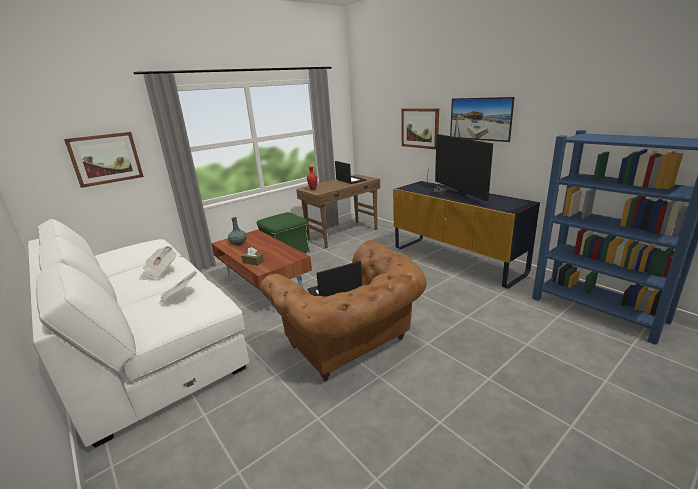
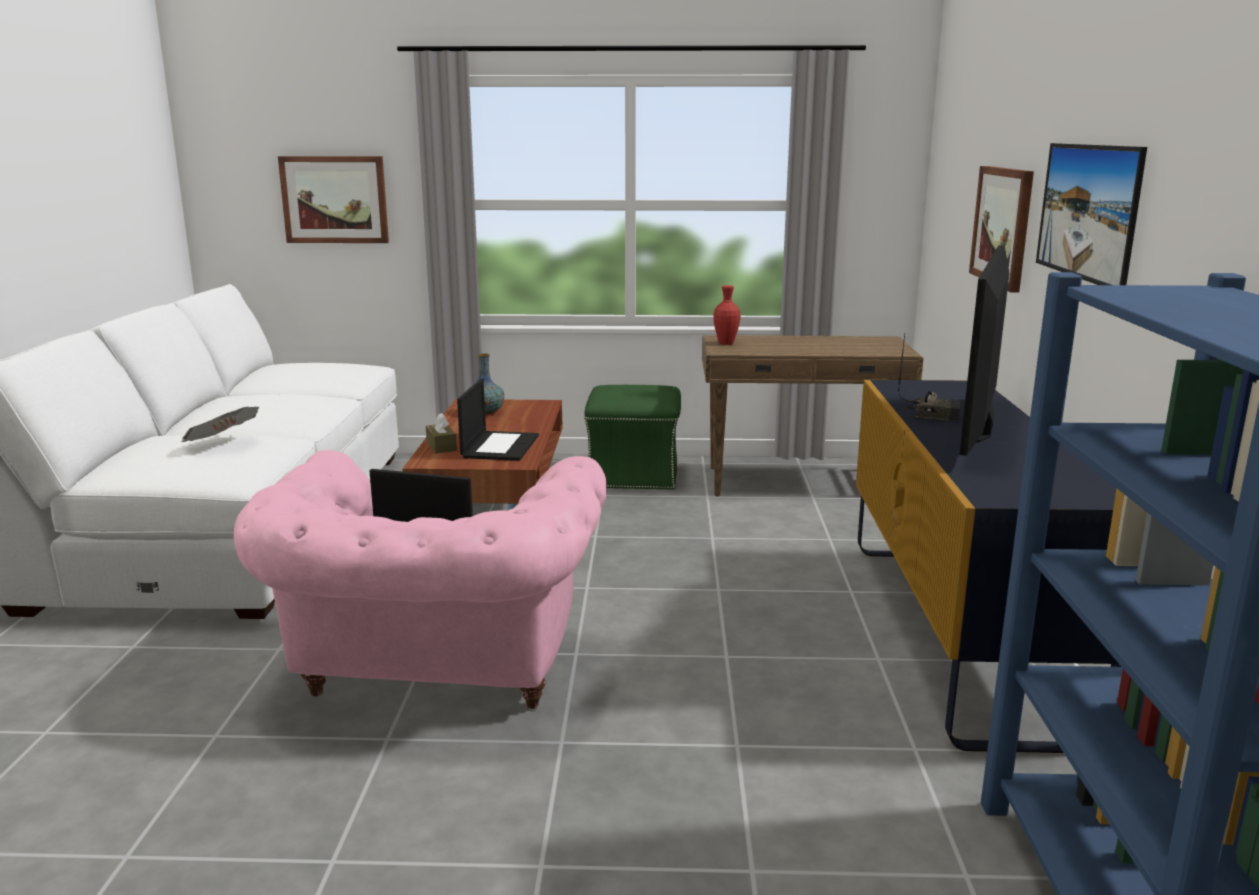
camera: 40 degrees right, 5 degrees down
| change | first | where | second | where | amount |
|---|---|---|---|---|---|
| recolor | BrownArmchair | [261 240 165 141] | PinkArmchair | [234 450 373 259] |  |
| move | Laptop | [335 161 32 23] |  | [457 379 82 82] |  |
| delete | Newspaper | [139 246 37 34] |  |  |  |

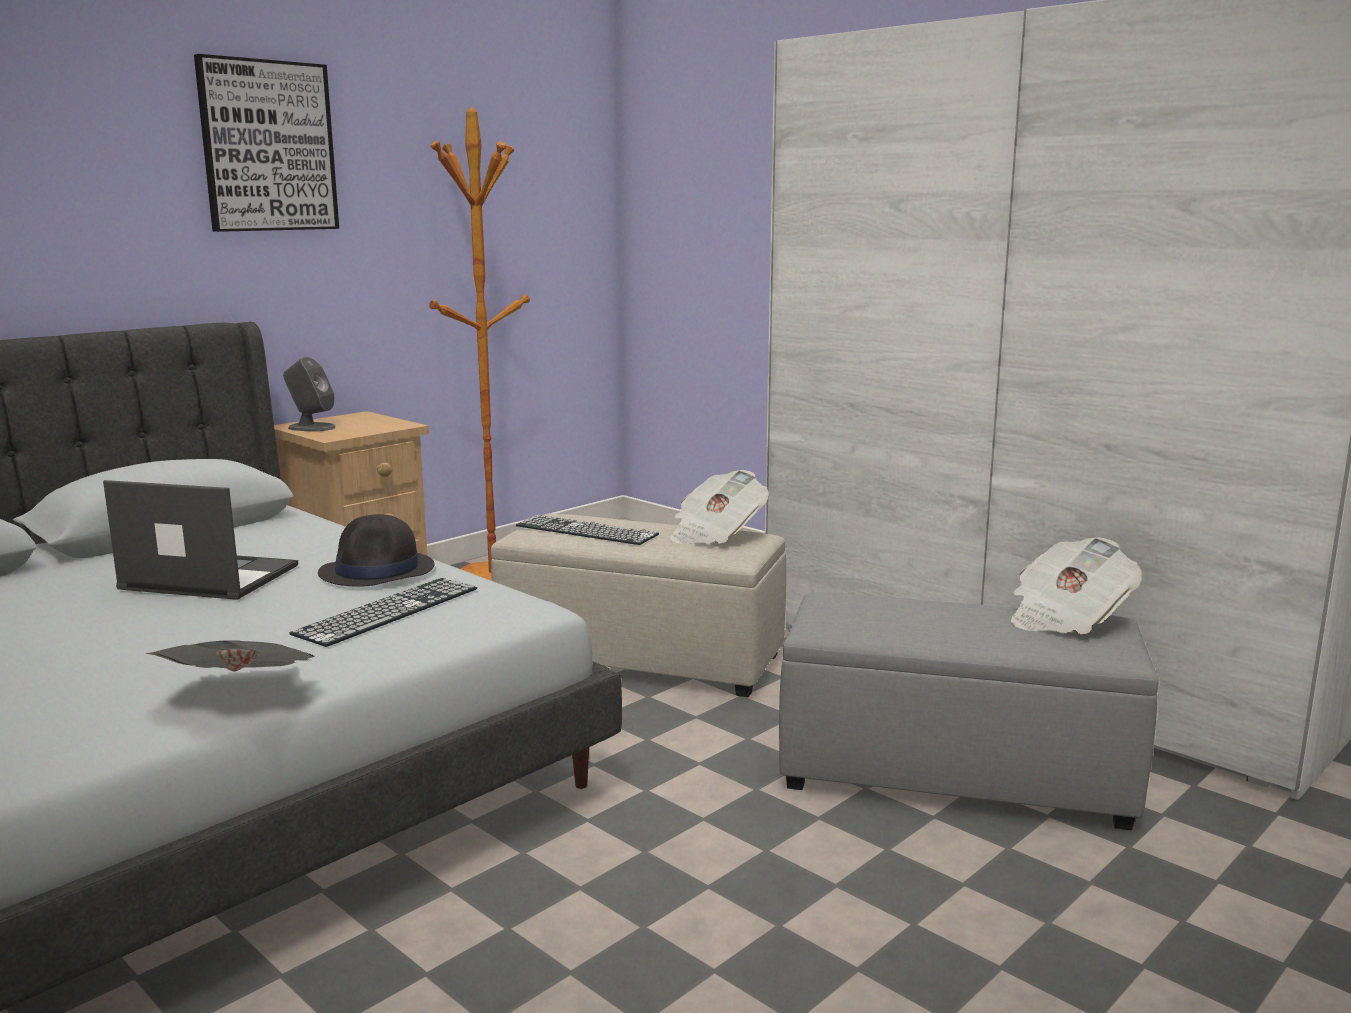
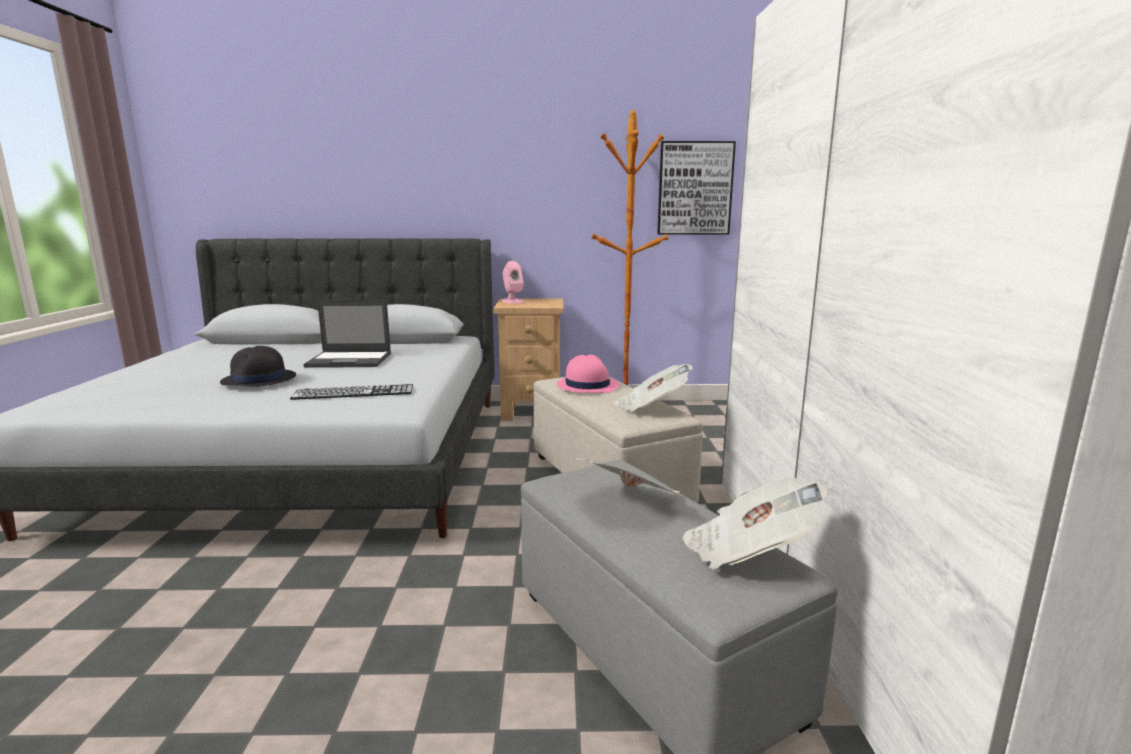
camera: 45 degrees right, 0 degrees up
| change | first | where | second | where | amount |
|---|---|---|---|---|---|
| move | BlackHat | [318 514 116 73] |  | [220 346 76 41] |  |
| rotate | Laptop | [103 480 195 120] |  | [303 300 88 68] | 120 degrees clockwise |
| recolor | GreySpeaker | [283 357 53 74] | PinkSpeaker | [502 261 22 43] |  |
| replace | Keyboard | [516 515 143 30] | PinkHat | [557 355 62 38] |  |
| move | Newspaper | [144 640 170 32] |  | [575 458 105 37] |  |
| move | Picture | [194 54 145 178] |  | [657 141 79 94] |  |

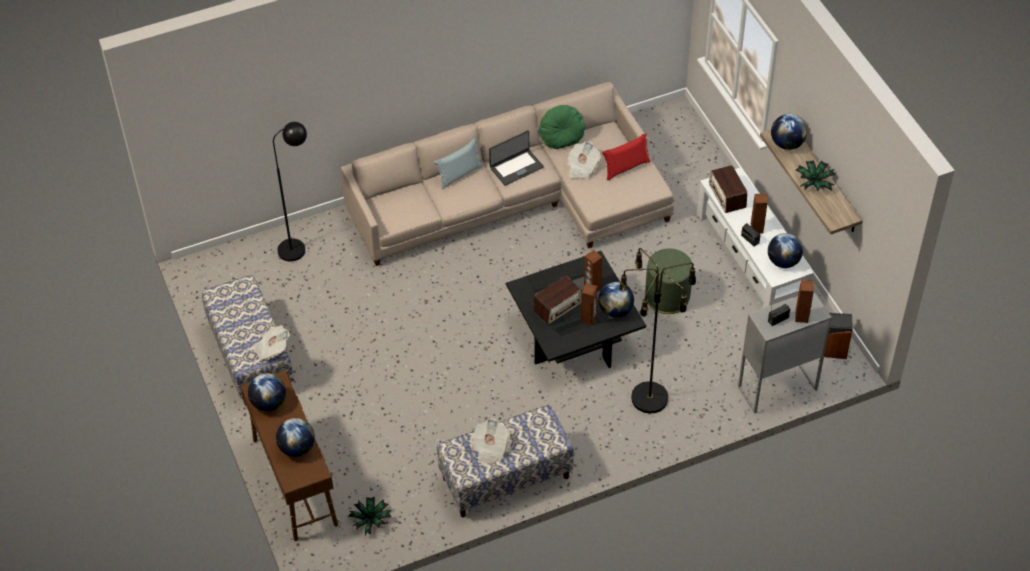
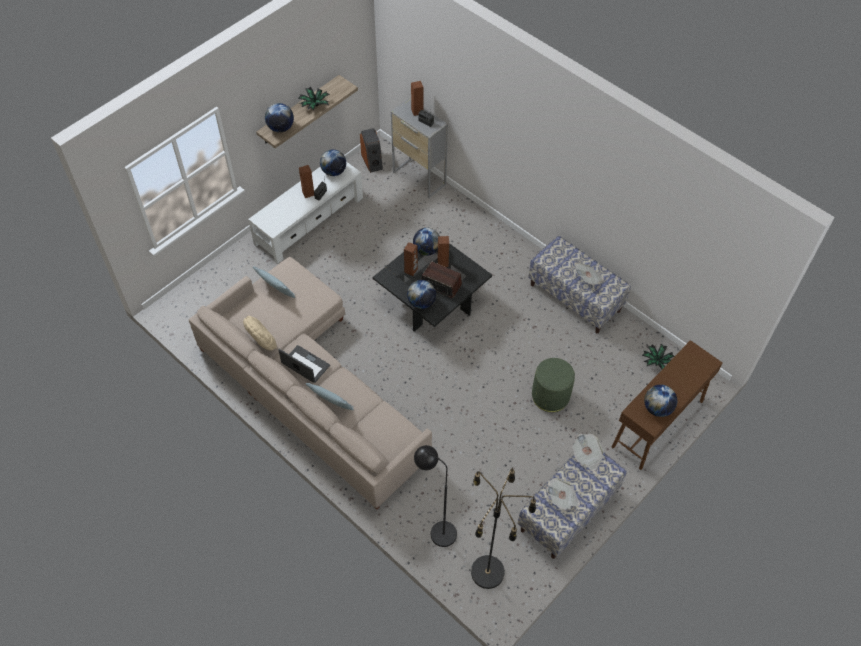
camera: 115 degrees left, 5 degrees up
| change | first | where | second | where | amount |
|---|---|---|---|---|---|
| recolor | GreenPillow | [539 105 47 44] | BeigePillow | [243 316 34 35] |  |
| recolor | RedPillow | [602 133 48 47] | BluePillow | [253 266 42 32] |  |
| move | Globe | [276 418 39 39] |  | [407 280 29 29] |  |
| move | FloorLamp | [619 248 77 166] |  | [471 468 65 121] |  |
| move | GreenOttoman | [645 248 47 66] |  | [532 358 43 54] |  |
| move | Newspaper | [567 141 34 37] |  | [546 478 34 33] |  |
| delete | Radio | [709 165 38 48] |  |  |  |

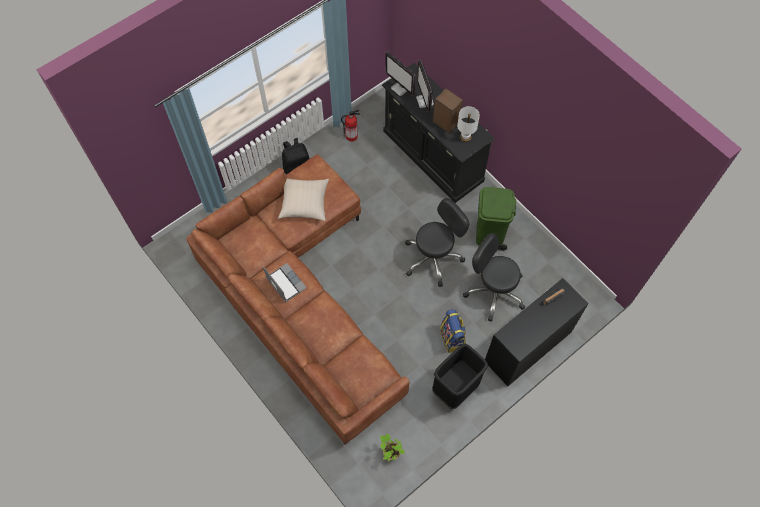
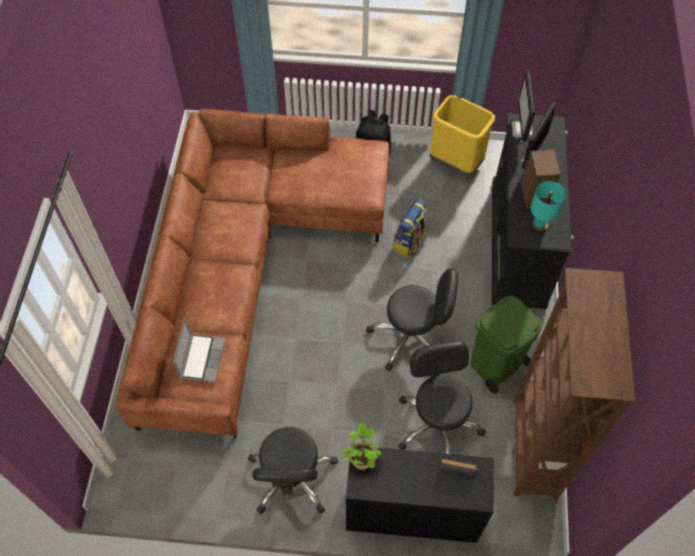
camera: 45 degrees right, 5 degrees down
| change | first | where | second | where | amount |
|---|---|---|---|---|---|
| move | Laptop | [263 263 44 40] |  | [173 318 52 64] |  |
| replace | BlackTrashCan | [432 344 56 66] | BlackOfficeChair | [248 427 90 87] |  |
| move | PottedPlant | [380 433 25 28] |  | [342 422 39 48] |  |
| move | Backpack | [440 309 26 44] |  | [393 199 35 59] |  |
| replace | FireExtinguisher | [341 110 19 31] | YellowTrashCan | [429 95 66 82] |  |
| insert |  |  | BrownBookcase | [513 268 122 232] |  |
| recolor | WhiteTableLamp | [457 106 23 36] | TurquoiseTableLamp | [531 181 35 51] |  |
| delete | BeigePillow | [278 178 51 43] |  |  |  |

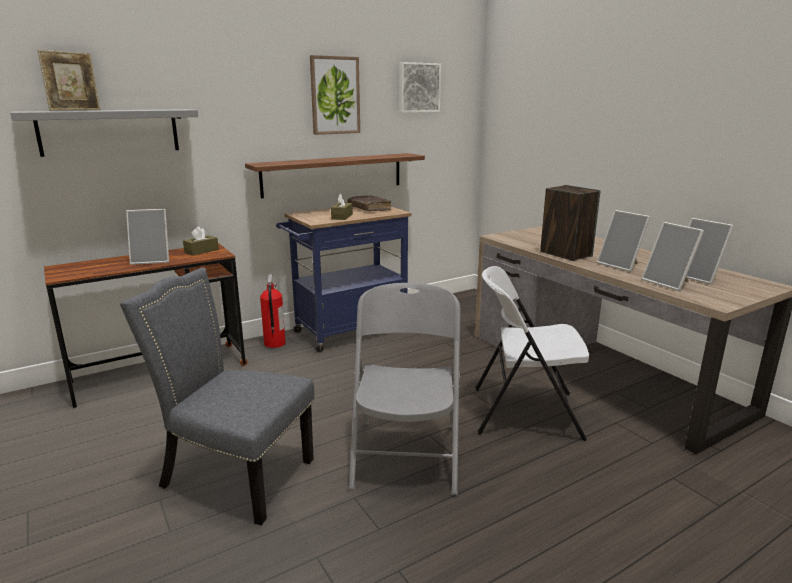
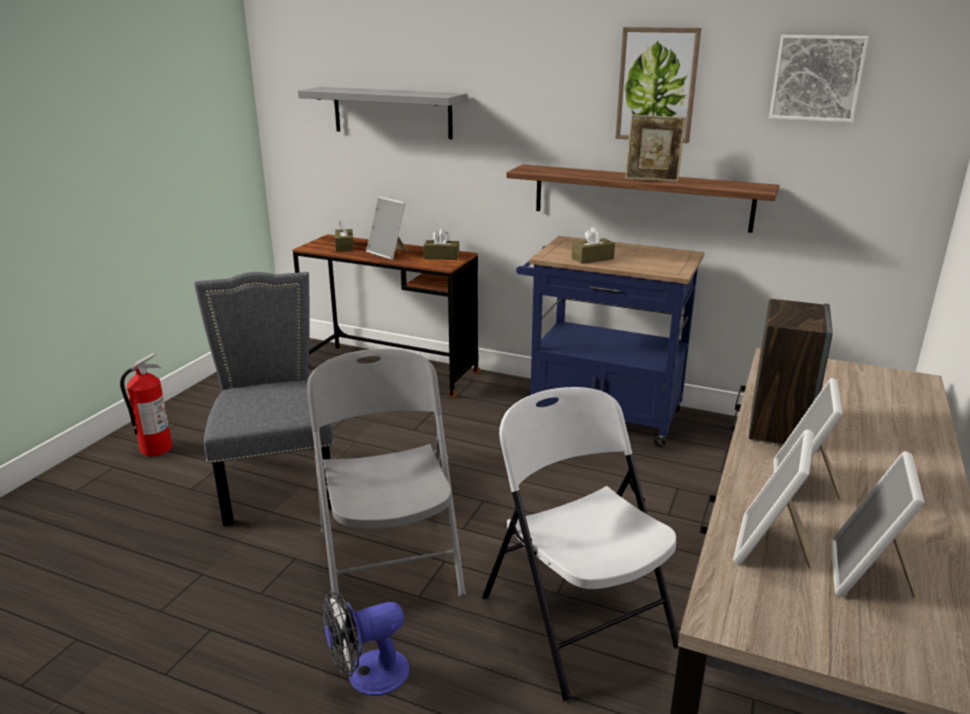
camera: 55 degrees right, 5 degrees up
| change | first | where | second | where | amount |
|---|---|---|---|---|---|
| move | FireExtinguisher | [260 274 26 74] |  | [120 353 52 103] |  |
| rotate | GreyChair | [349 283 111 212] |  | [307 349 159 257] | 75 degrees counterclockwise |
| insert |  |  | Fan | [323 591 87 105] |  |
| insert |  |  | BrownTissueBox | [335 220 18 32] |  |
| move | PictureFrame | [38 50 62 60] |  | [625 115 61 67] |  |
| delete | BrownBook | [347 195 44 16] |  |  |  |

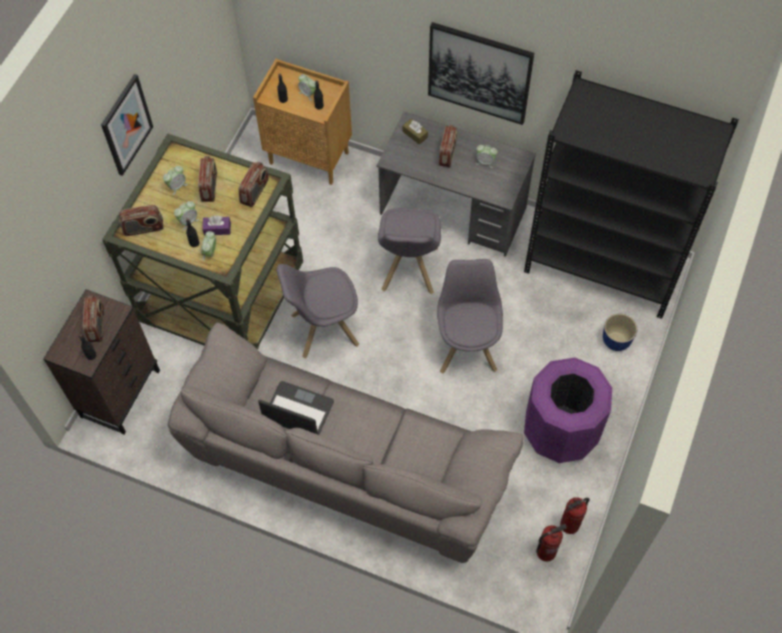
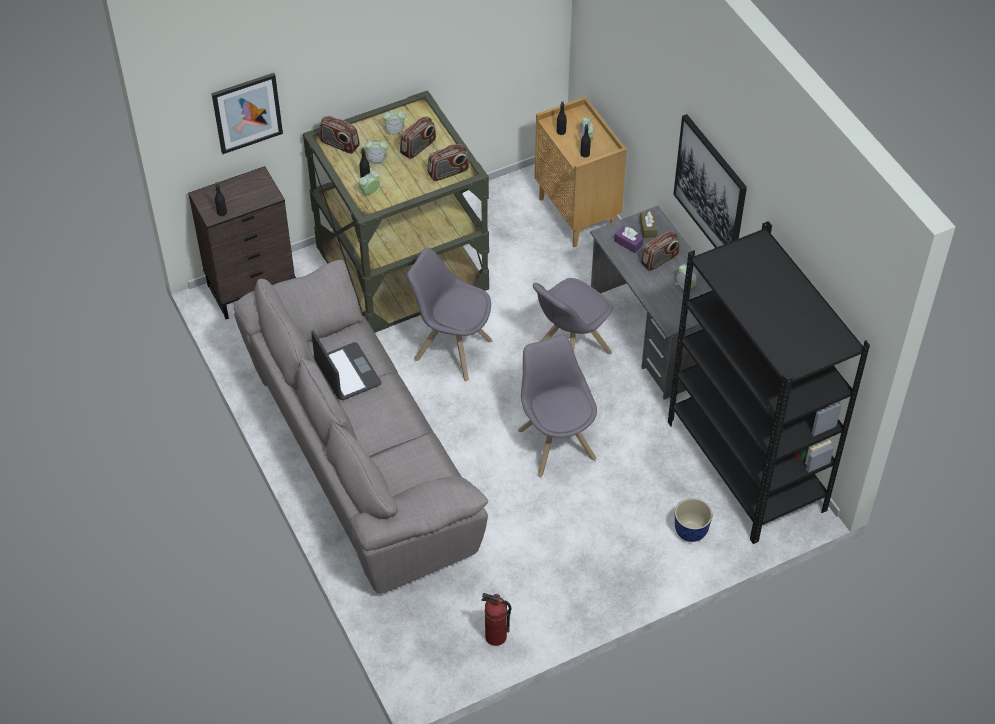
camera: 40 degrees right, 10 degrees down
| change | first | where | second | where | amount |
|---|---|---|---|---|---|
| move | Picture | [101 74 52 102] |  | [212 73 71 81] |  |
| rotate | GreyChair | [437 259 66 115] |  | [518 335 79 142] | 60 degrees counterclockwise |
| move | PurpleTissueBox | [202 215 29 20] |  | [614 227 30 26] |  |
| delete | Radio | [83 295 21 47] |  |  |  |
| delete | PurpleTrashCan | [524 357 88 106] |  |  |  |
| delete | FireExtinguisher | [536 524 31 38] |  |  |  |

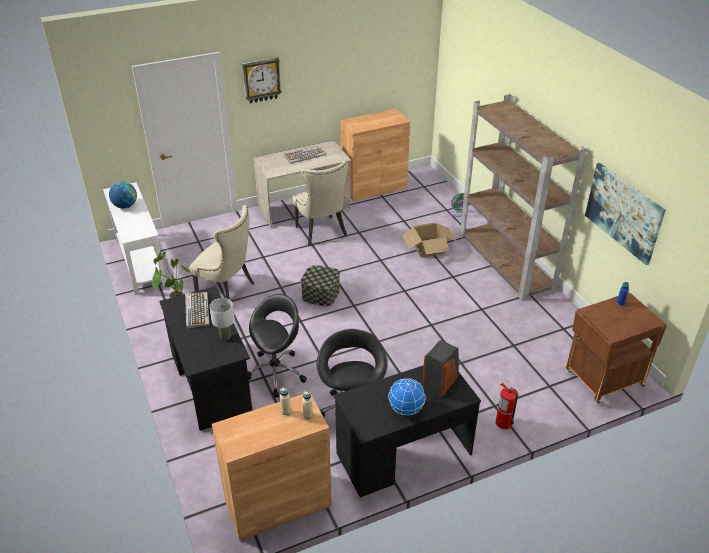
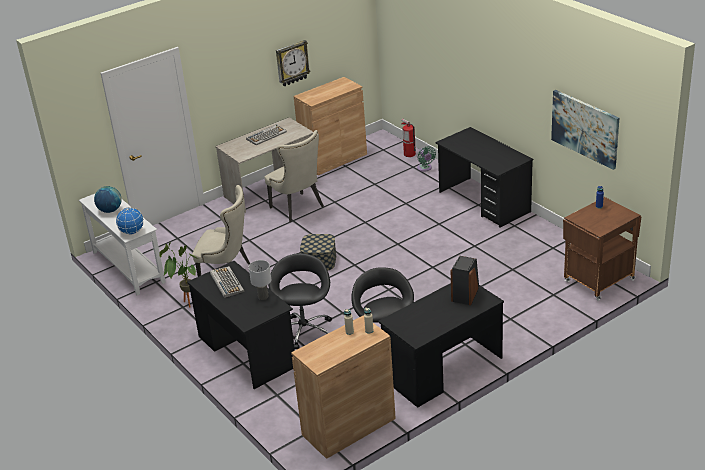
camera: 10 degrees left, 5 degrees down
| change | first | where | second | where | amount |
|---|---|---|---|---|---|
| move | Globe | [388 379 38 36] |  | [116 207 28 28] |  |
| rotate | BlackOfficeChair | [248 294 59 103] |  | [268 253 64 96] | 45 degrees counterclockwise |
| move | WallClock | [242 57 40 47] |  | [276 40 34 46] |  |
| move | FireExtinguisher | [496 379 22 50] |  | [401 119 15 38] |  |
| replace | BrownBookcase | [460 94 127 207] | BlackDesk | [435 127 98 101] |  |
| delete | CardboardBox | [402 223 55 34] |  |  |  |

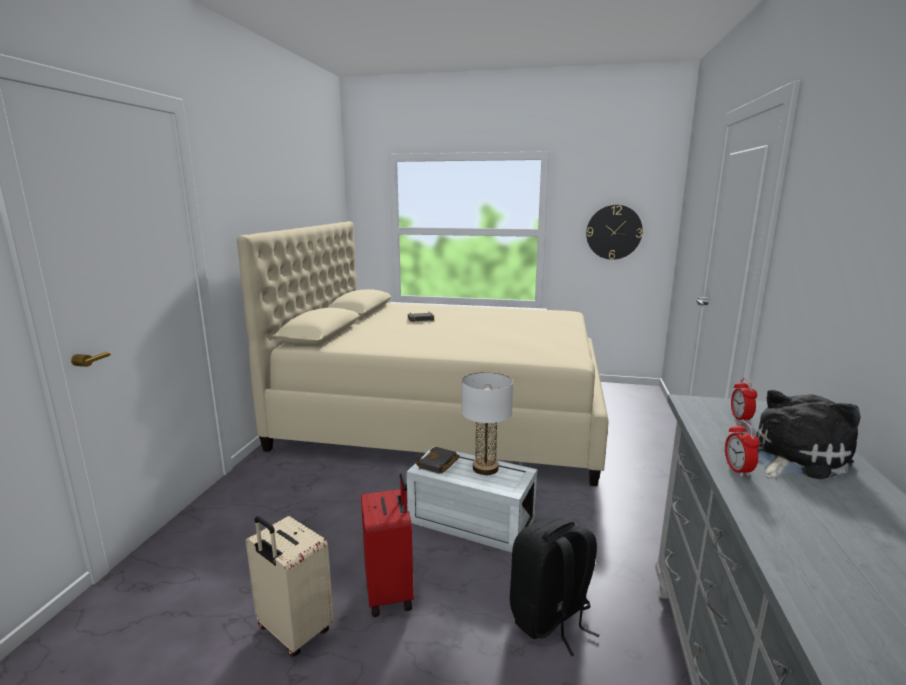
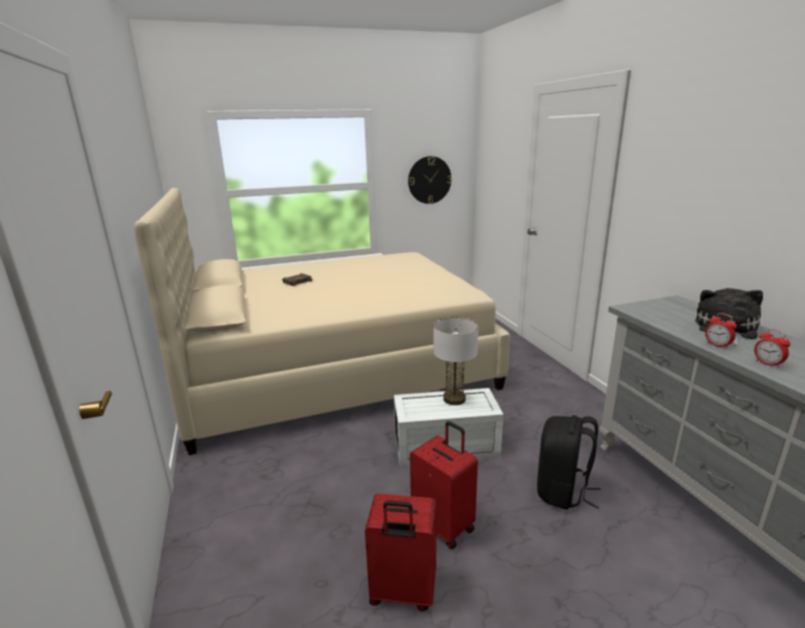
camera: 30 degrees left, 5 degrees up
| change | first | where | second | where | amount |
|---|---|---|---|---|---|
| recolor | BeigeSuitcase | [246 516 88 141] | RedSuitcase | [365 494 72 117] |  |
| move | AlarmClock | [731 378 26 45] |  | [754 329 36 39] |  |
| delete | BlackBook | [416 447 44 27] |  |  |  |

